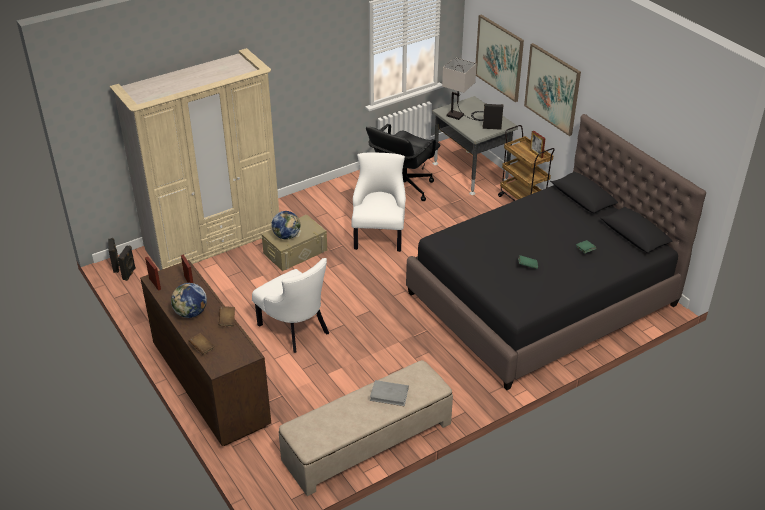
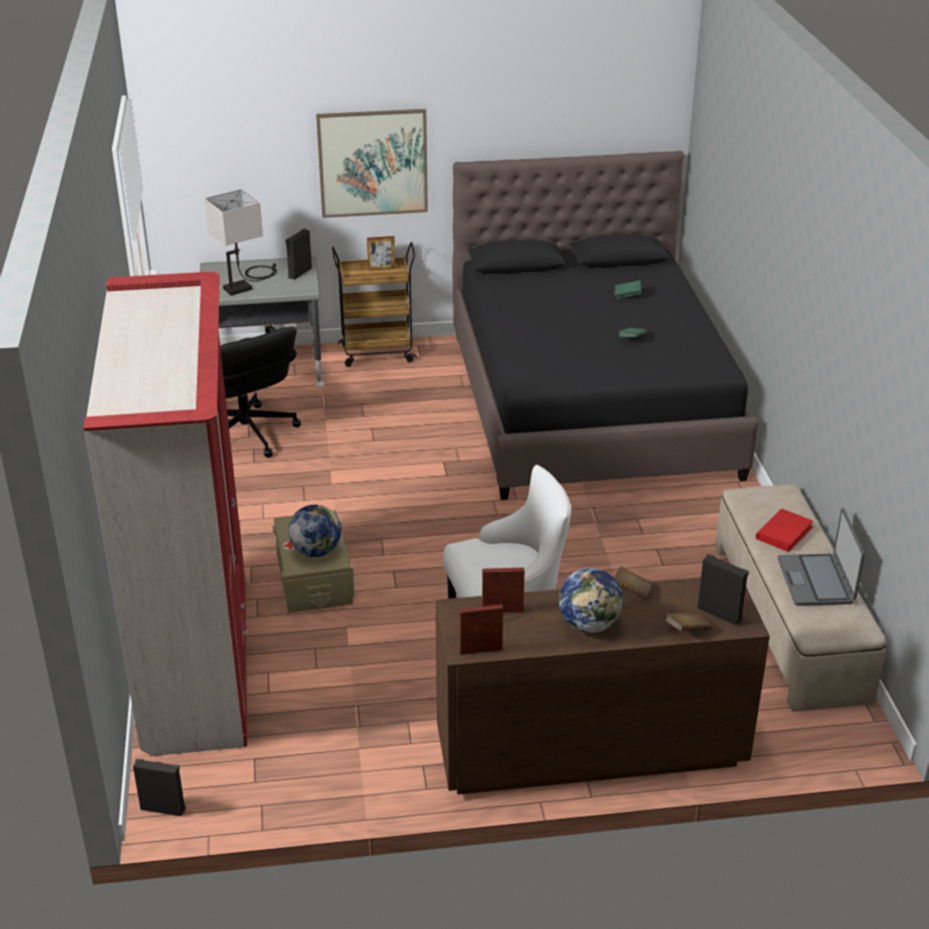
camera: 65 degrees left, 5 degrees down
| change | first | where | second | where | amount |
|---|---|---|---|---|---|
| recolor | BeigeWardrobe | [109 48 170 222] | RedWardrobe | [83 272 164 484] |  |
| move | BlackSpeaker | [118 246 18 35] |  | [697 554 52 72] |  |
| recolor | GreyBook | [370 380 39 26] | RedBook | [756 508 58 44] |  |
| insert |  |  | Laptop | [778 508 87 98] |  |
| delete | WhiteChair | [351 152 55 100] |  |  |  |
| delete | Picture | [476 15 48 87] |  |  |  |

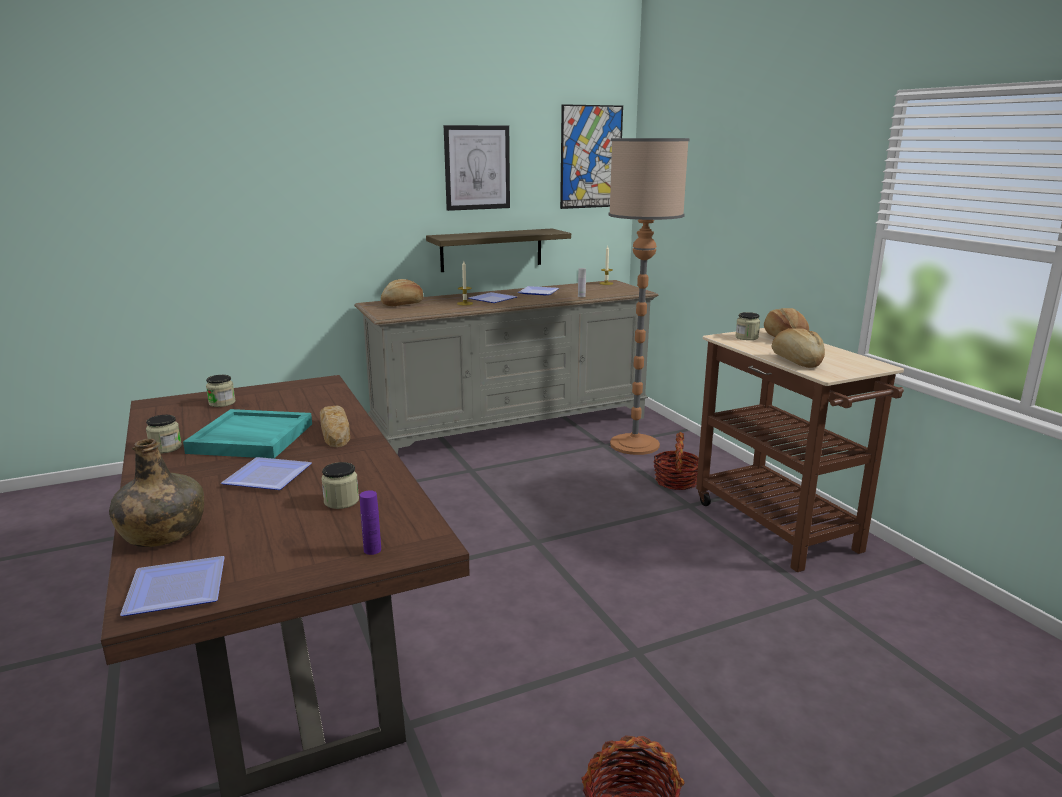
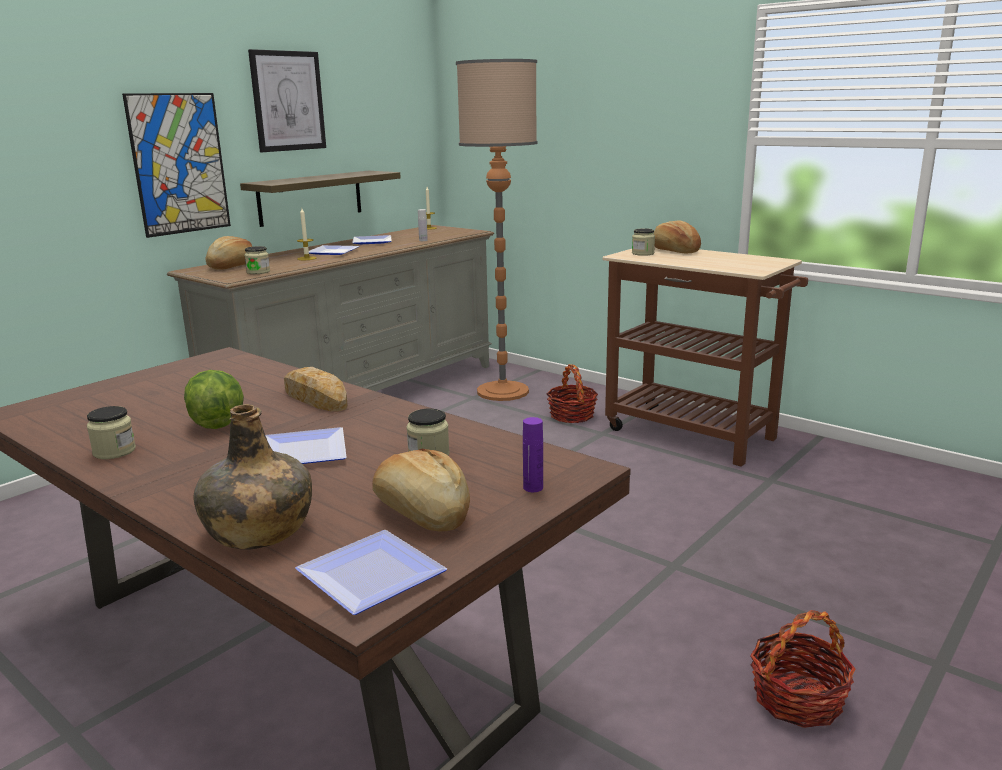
camera: 25 degrees left, 0 degrees up
| change | first | where | second | where | amount |
|---|---|---|---|---|---|
| move | Picture | [560 104 63 105] |  | [122 93 109 145] |  |
| replace | TurquoiseTray | [183 409 129 50] | Lettuce | [184 370 60 59] |  |
| move | Jar | [206 375 30 32] |  | [245 246 25 28] |  |
| move | Bread | [772 328 53 40] |  | [372 449 98 83] |  |

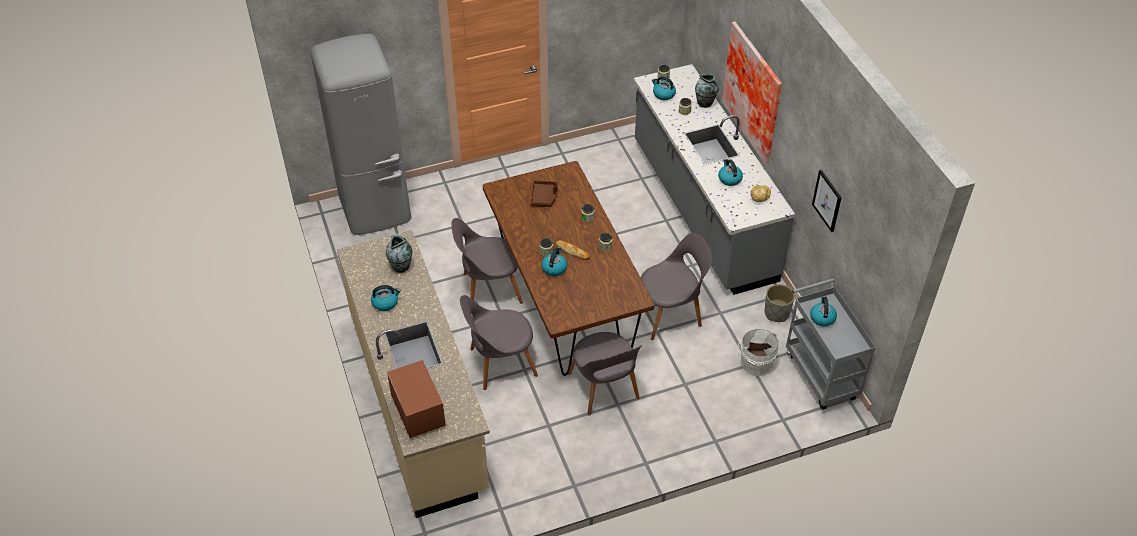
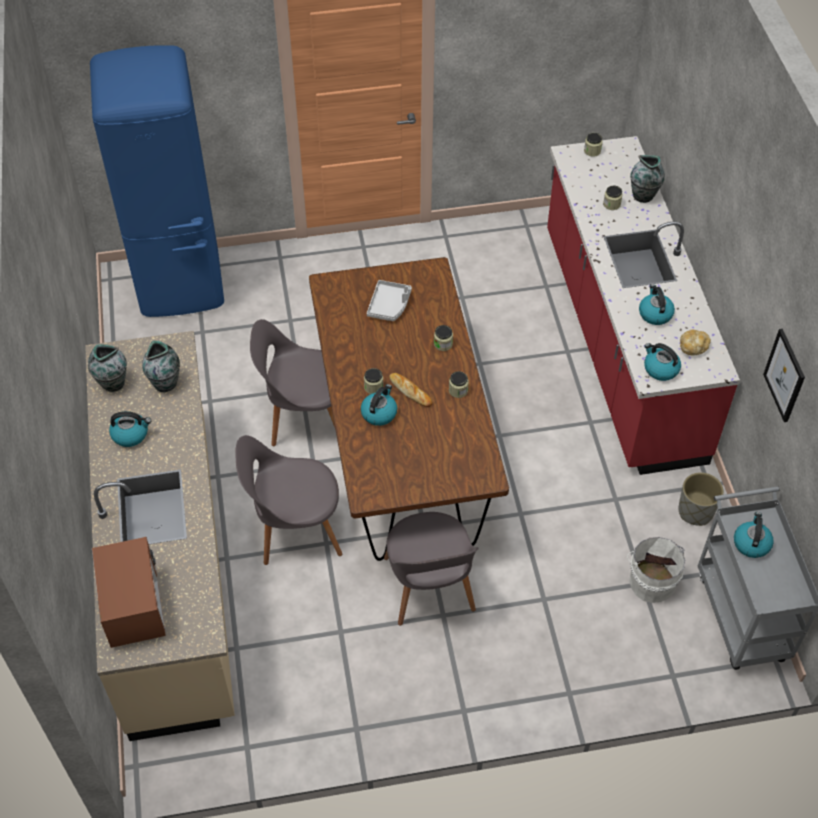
camera: 10 degrees right, 5 degrees up
| change | first | where | second | where | amount |
|---|---|---|---|---|---|
| insert |  |  | Vase | [88 344 39 48] |  |
| recolor | GreyFridge | [310 34 101 201] | BlueFridge | [90 45 134 272] |  |
| recolor | BrownTray | [530 181 28 26] | GreyTray | [367 280 45 41] |  |
| recolor | GreyCounter | [634 64 161 231] | RedCounter | [547 136 193 339] |  |
| move | Kettle | [652 76 24 24] |  | [644 343 37 38] |  |
| delete | GreyChair | [641 233 71 107] |  |  |  |
| delete | Picture | [722 21 60 144] |  |  |  |

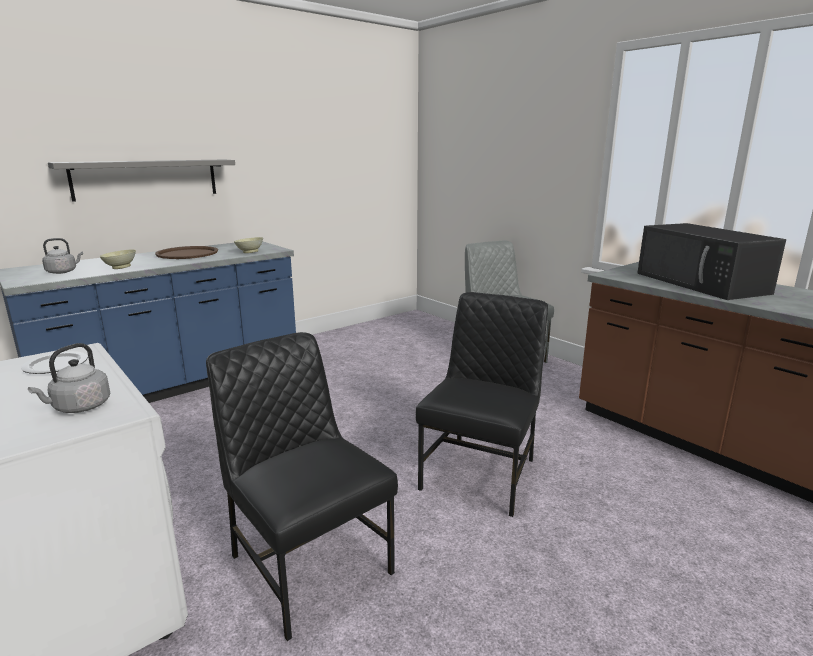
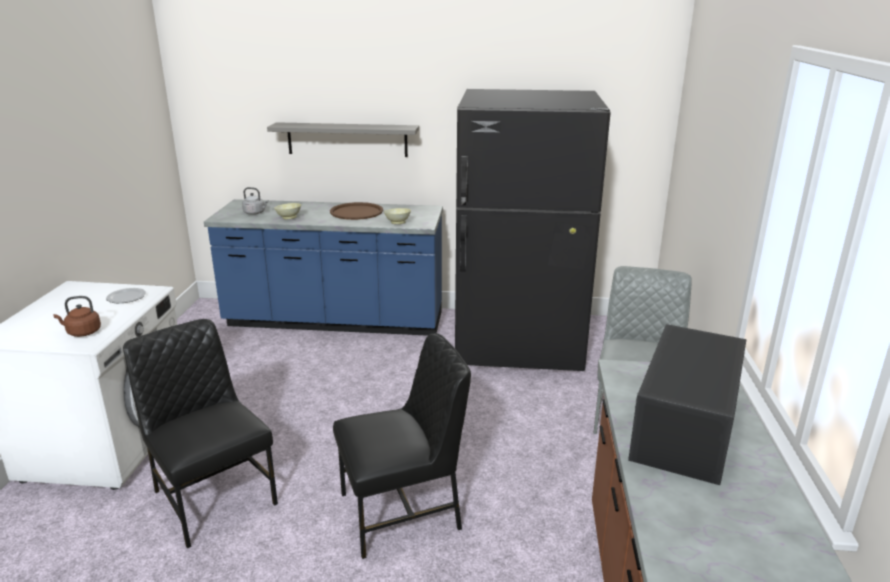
camera: 45 degrees right, 5 degrees up
| change | first | where | second | where | amount |
|---|---|---|---|---|---|
| recolor | GreyKettle | [28 343 82 70] | BrownKettle | [53 296 48 41] |  |
| rotate | BlackChair | [206 332 192 309] |  | [123 319 155 229] | 45 degrees counterclockwise |
| insert |  |  | BlackFridge | [455 89 156 282] |  |

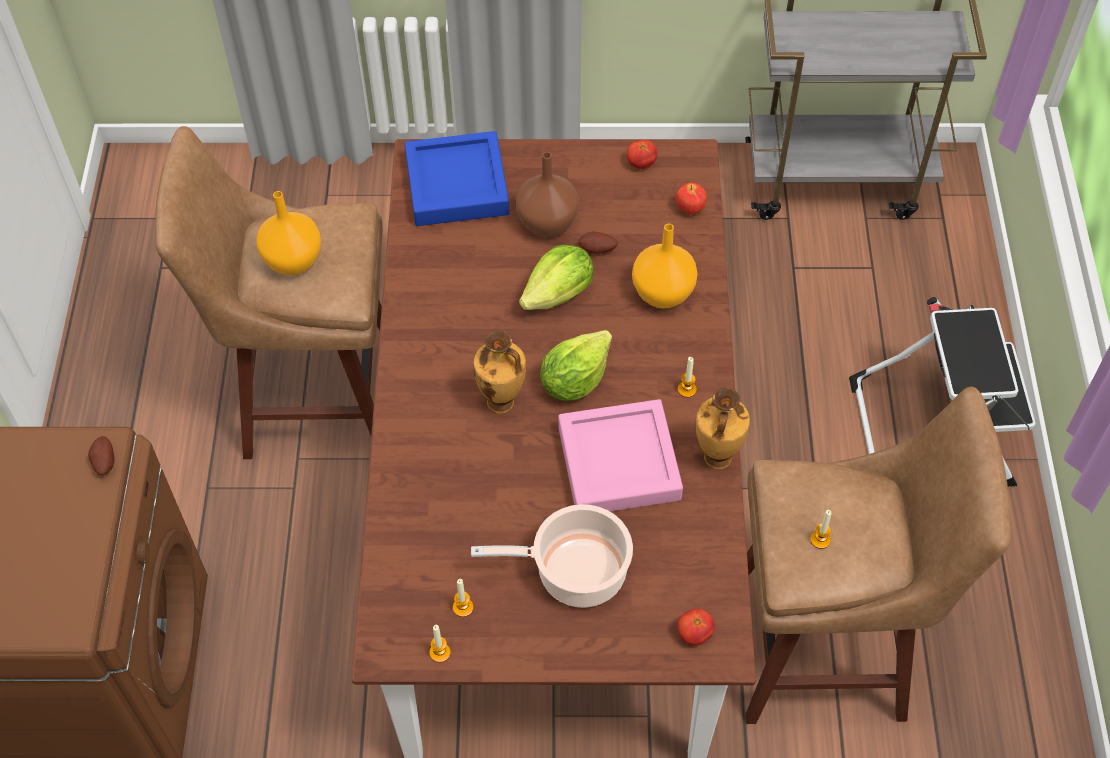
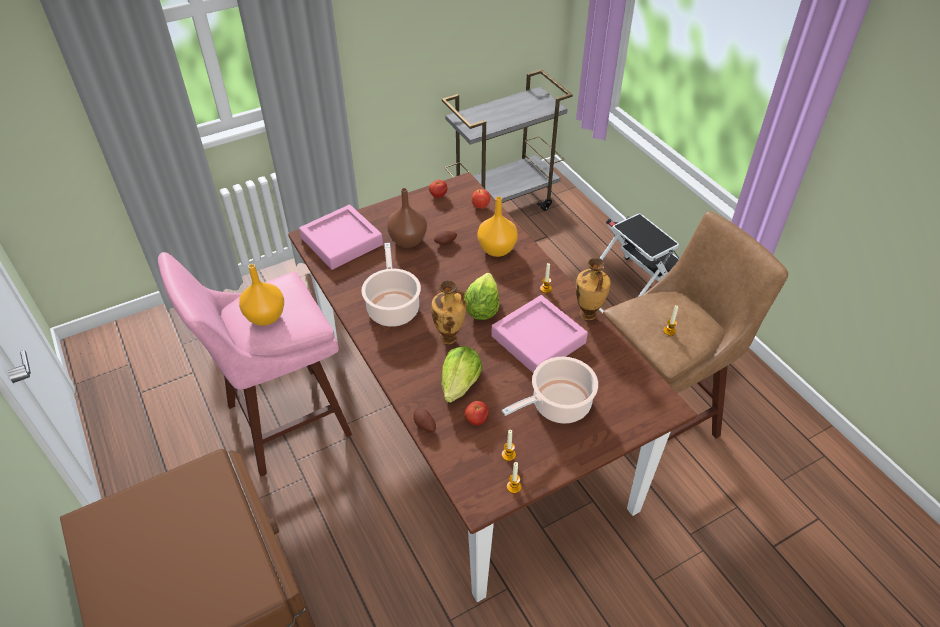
camera: 30 degrees left, 10 degrees down
| change | first | where | second | where | amount |
|---|---|---|---|---|---|
| recolor | BrownStool | [155 126 227 333] | PinkStool | [158 252 194 224] |  |
| recolor | BlueTray | [405 131 104 95] | PinkTray | [299 205 84 65] |  |
| insert |  |  | CookingPot | [361 243 60 84] |  |
| move | Potato | [88 436 26 39] |  | [413 409 23 23] |  |
| move | Lettuce | [519 245 75 65] |  | [441 346 41 57] |  |
| move | Tomato | [677 609 38 37] |  | [464 401 25 24] |  |

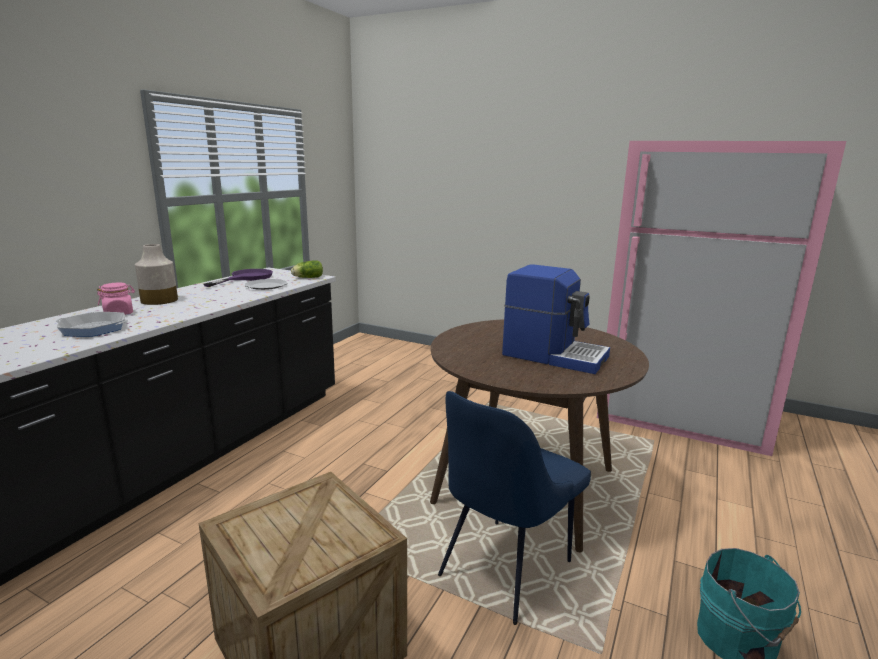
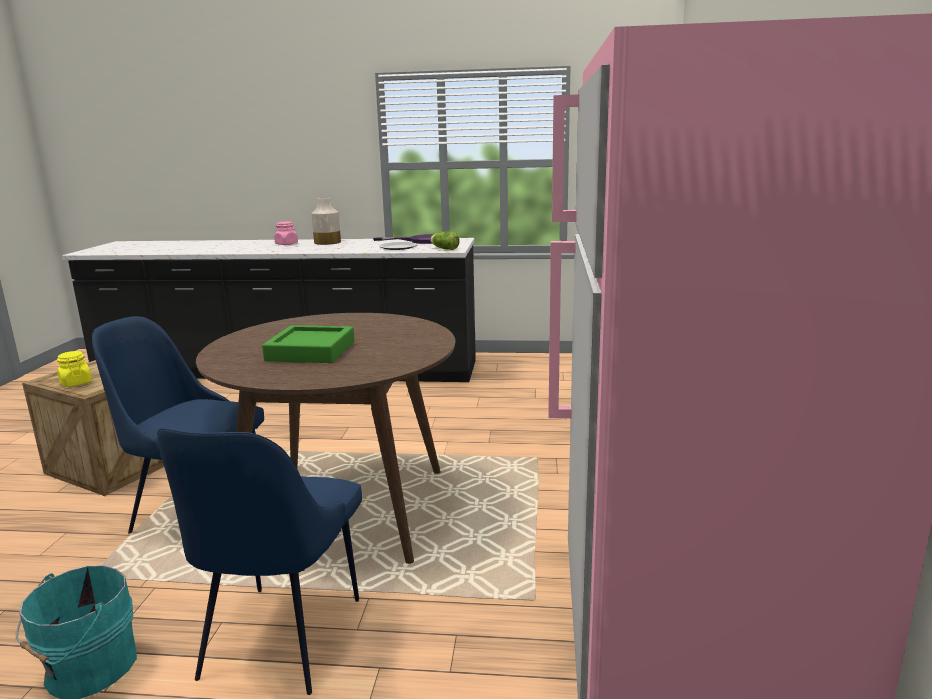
camera: 70 degrees right, 0 degrees up
| change | first | where | second | where | amount |
|---|---|---|---|---|---|
| insert |  |  | YellowJar | [57 351 35 36] |  |
| insert |  |  | BlueChair | [157 428 205 267] |  |
| replace | CoffeeMachine | [502 265 108 109] | GreenTray | [262 325 93 38] |  |
| delete | FryingPan | [56 312 72 25] |  |  |  |

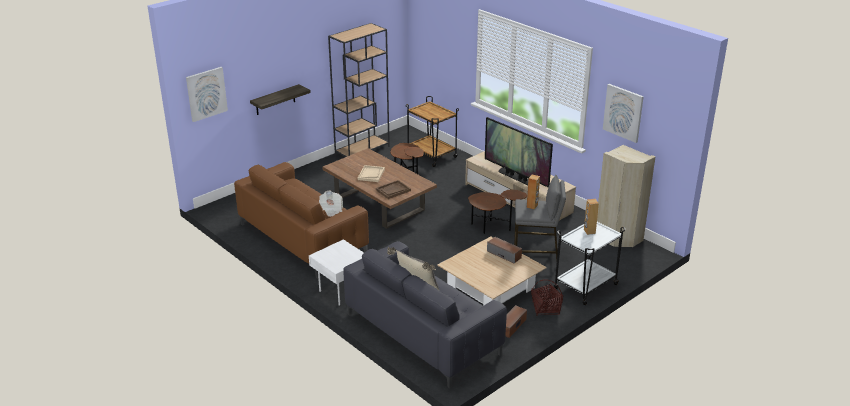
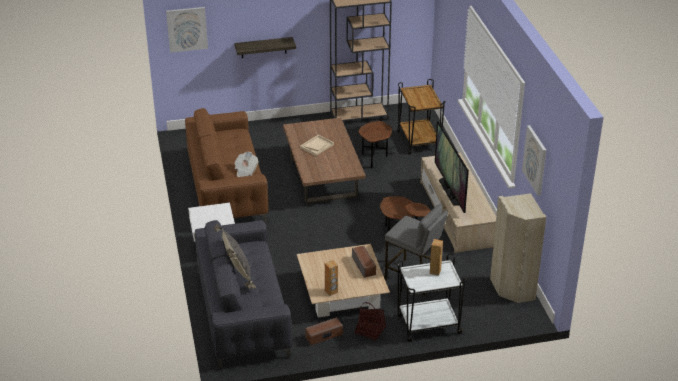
camera: 30 degrees right, 5 degrees up
| change | first | where | second | where | amount |
|---|---|---|---|---|---|
| move | BrownSpeaker | [527 175 13 35] |  | [325 260 13 36] |  |
| delete | BrownTray | [376 180 35 19] |  |  |  |

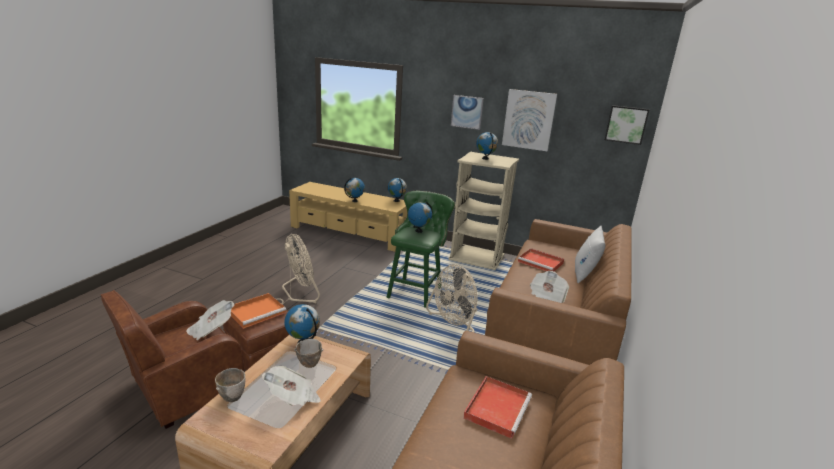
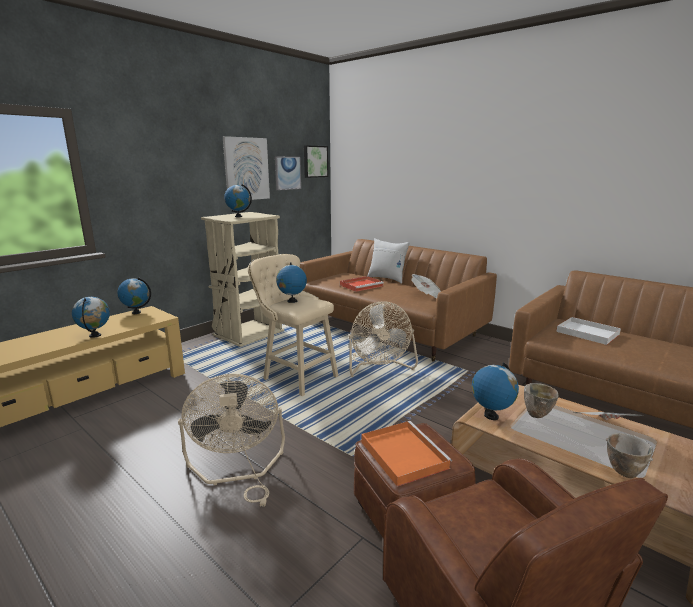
camera: 70 degrees left, 5 degrees down
| change | first | where | second | where | amount |
|---|---|---|---|---|---|
| recolor | GreenStool | [386 190 69 118] | BeigeStool | [248 254 90 142] |  |
| move | Picture | [451 95 33 35] |  | [275 157 26 33] |  |
| recolor | RedTray | [463 376 69 63] | WhiteTray | [556 317 65 28] |  |
| delete | Newspaper | [186 300 48 40] |  |  |  |

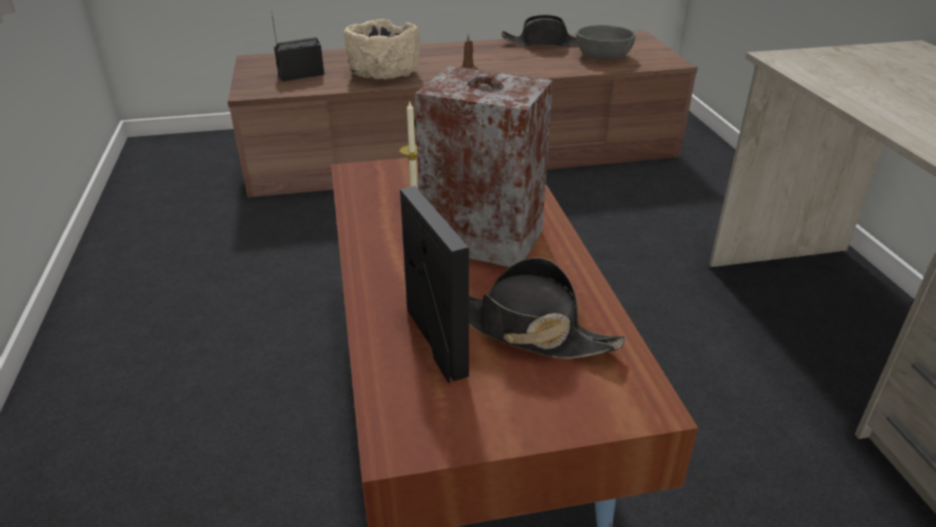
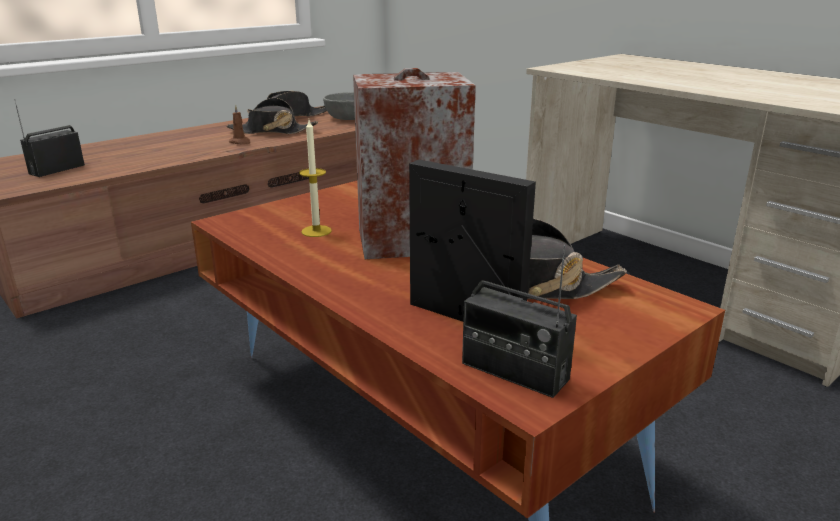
camera: 30 degrees left, 10 degrees down
| change | first | where | second | where | amount |
|---|---|---|---|---|---|
| insert |  |  | BlackHat | [227 98 91 36] |  |
| insert |  |  | Radio | [462 245 115 153] |  |
| delete | BeigeBowl | [344 19 76 61] |  |  |  |

